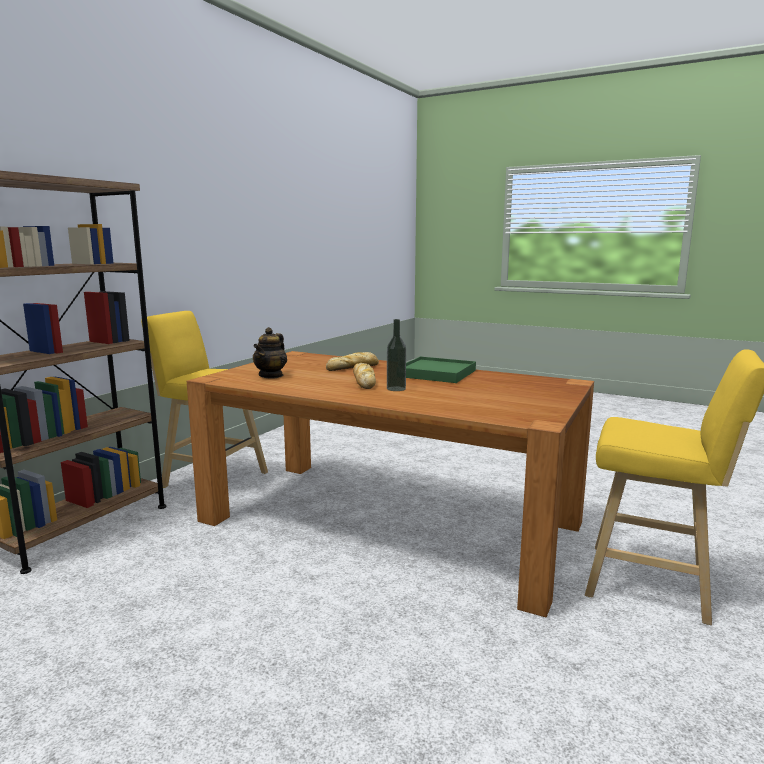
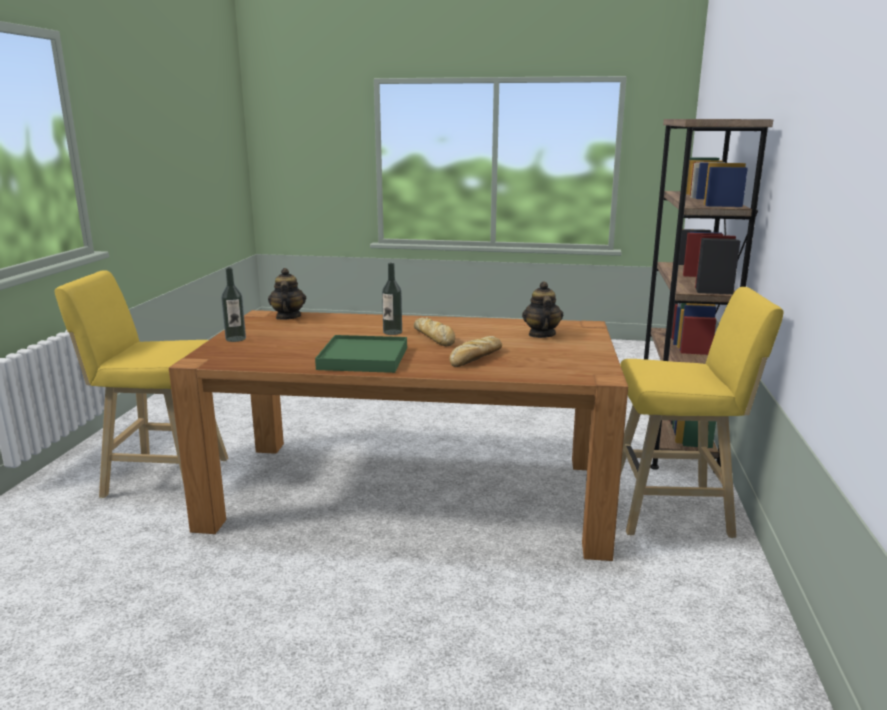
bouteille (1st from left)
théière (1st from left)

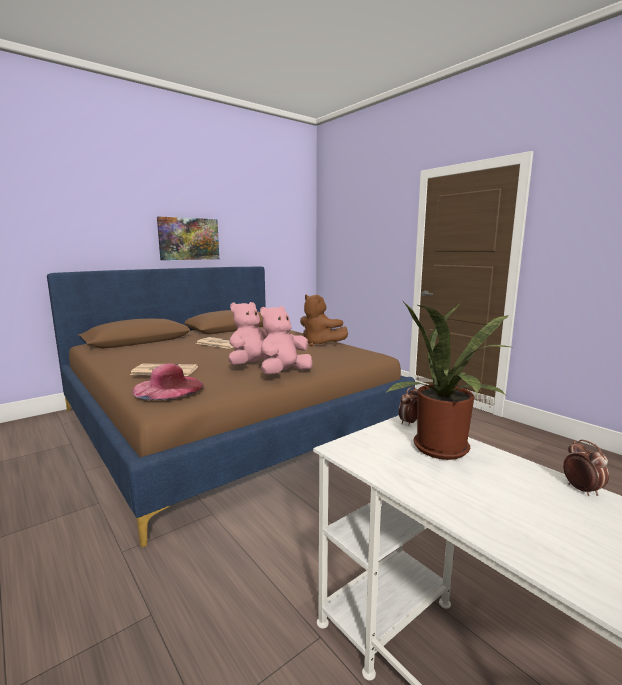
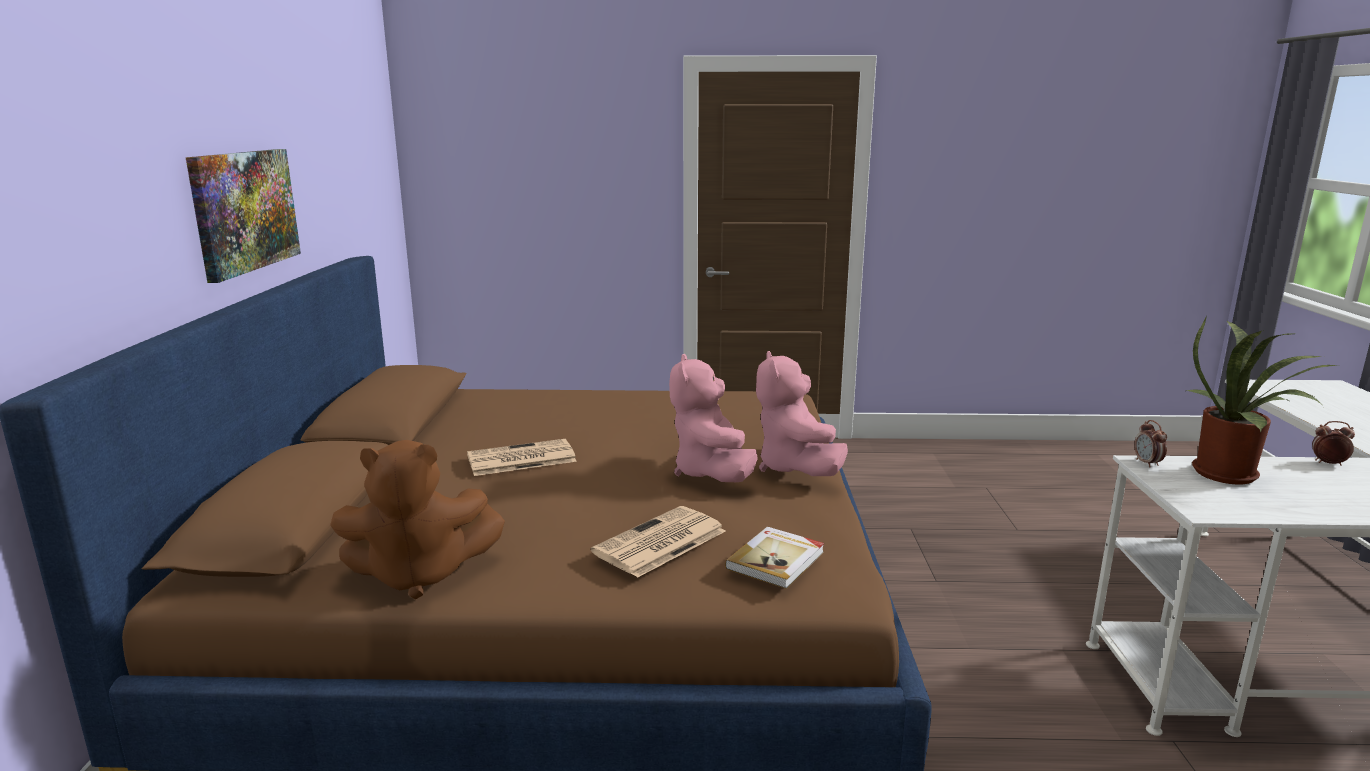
livre
peluche (marron)

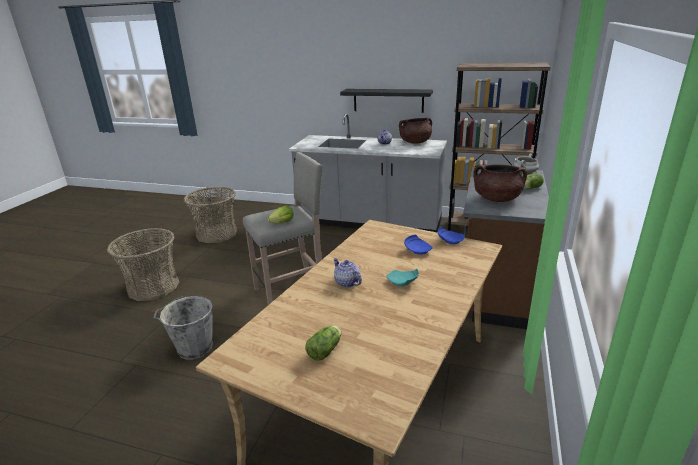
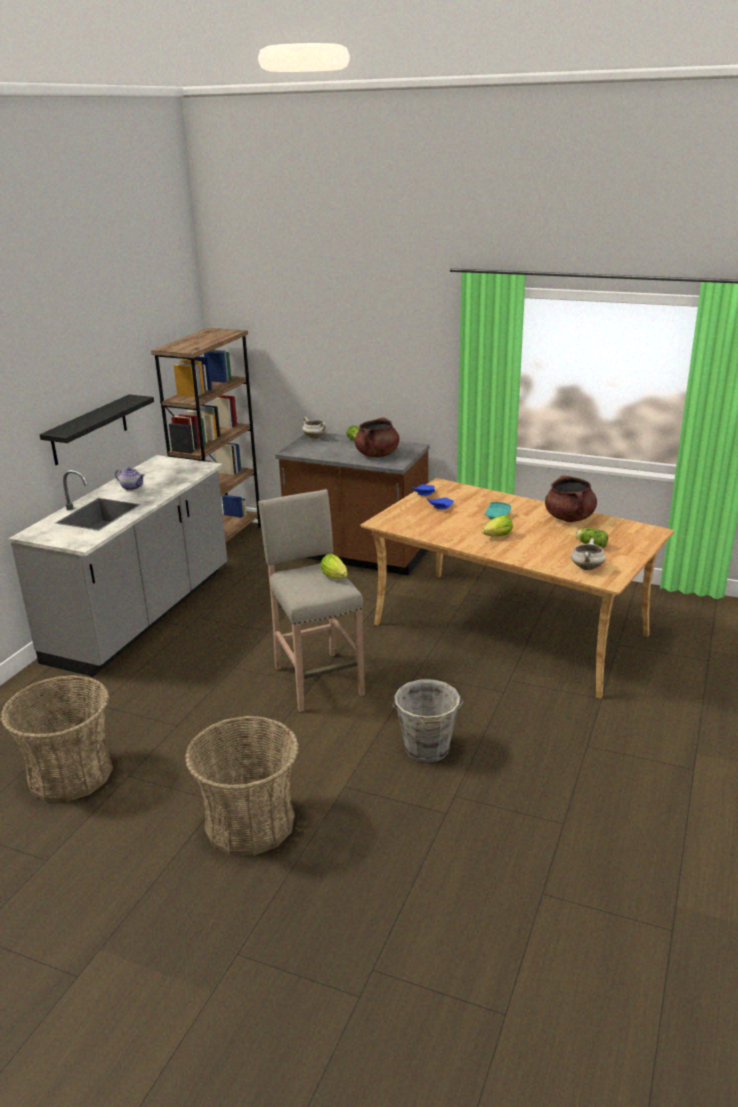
laitue (3rd from left)
marmite (marron) (2nd from left)
marmite (blanc) (2nd from left)

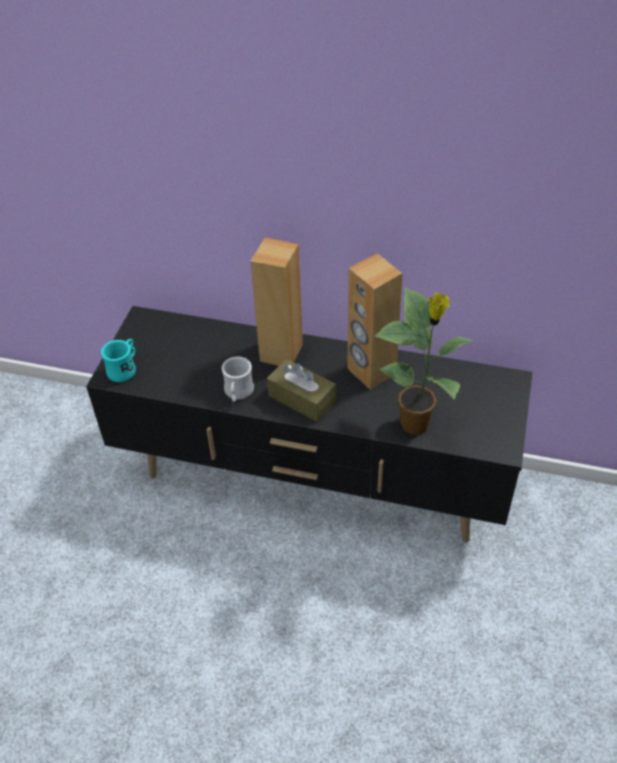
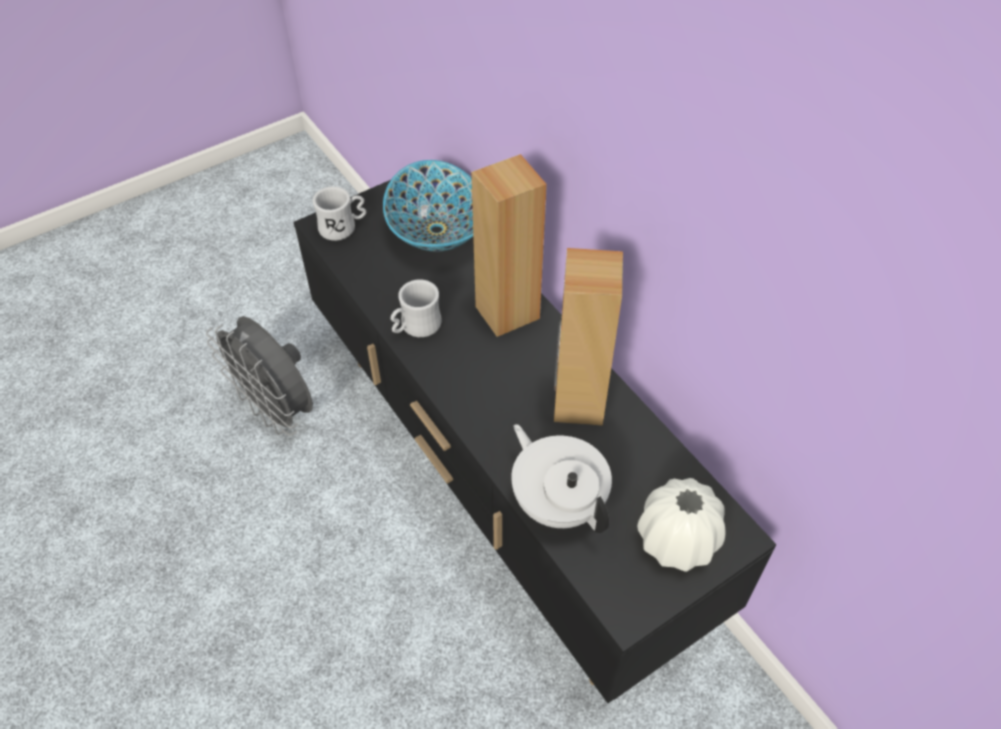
mug (blanc) (1st from left)
boîte à mouchoirs (marron)
théière (blanc)
ventilateur (gris)
bol
vase (blanc)

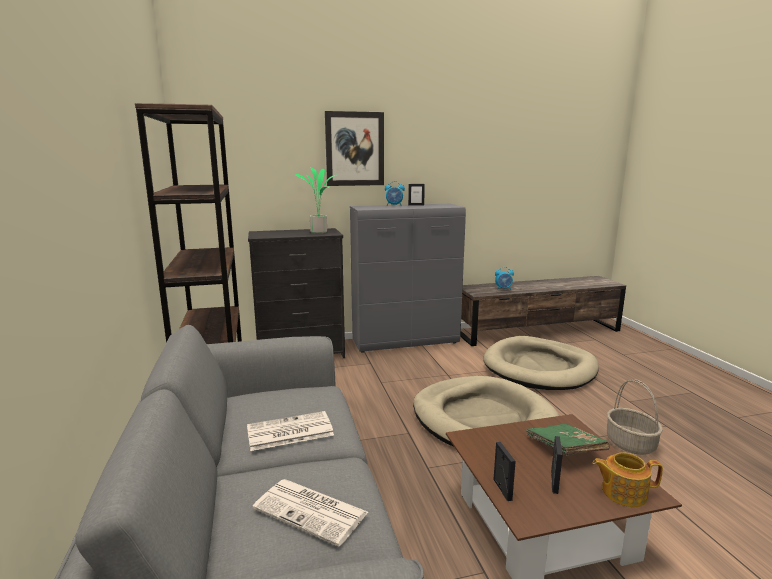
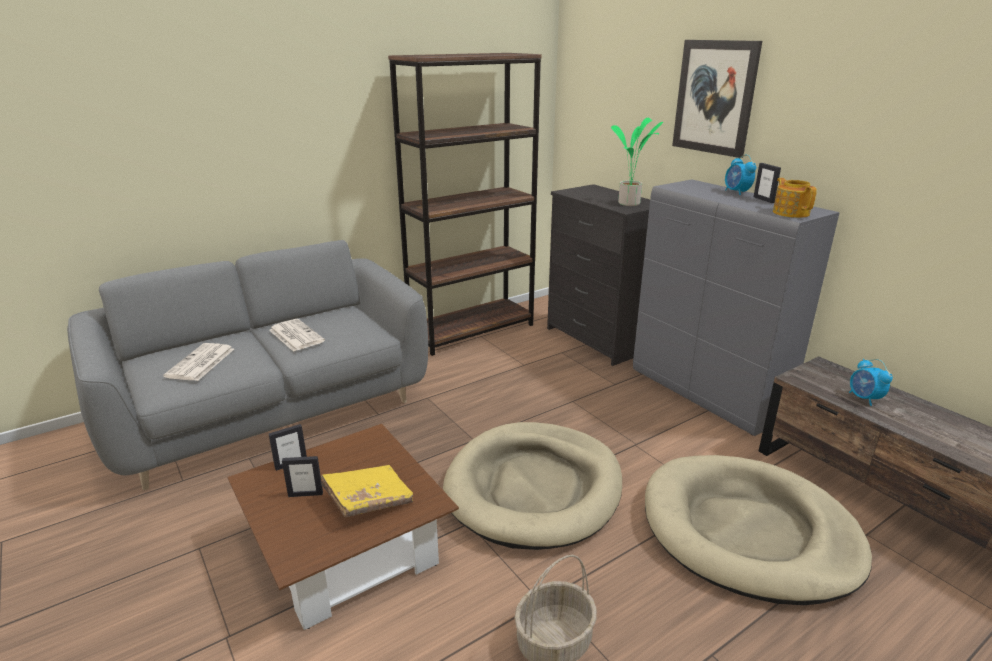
livre (jaune)
théière

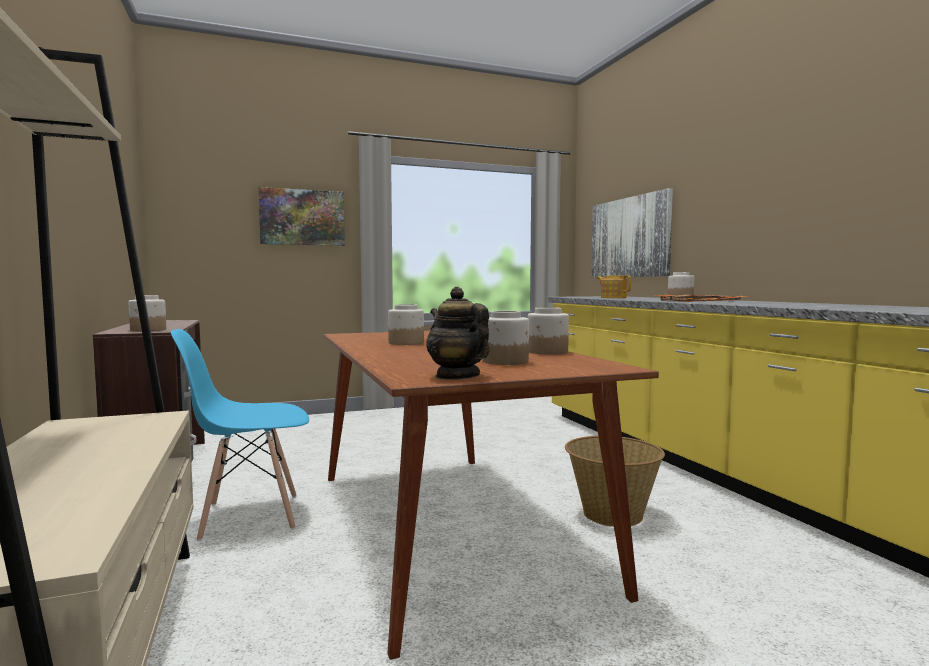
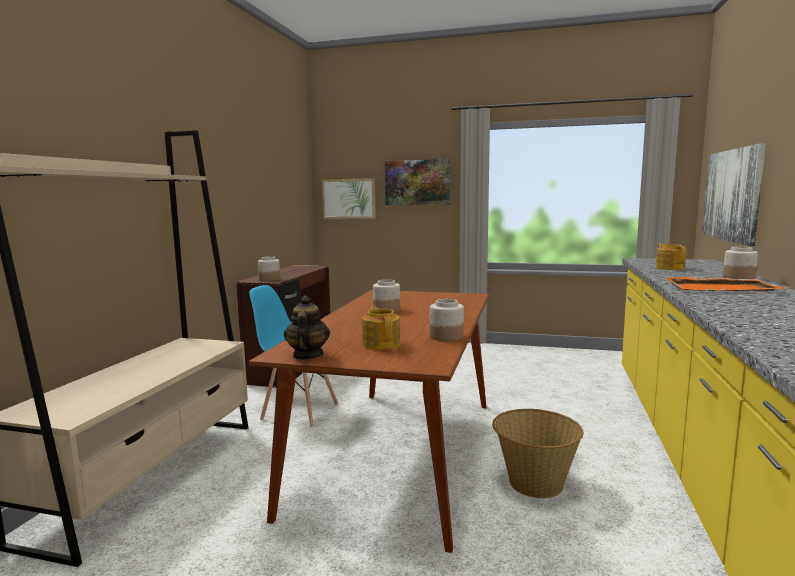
théière (2nd from left)
tableau (1st from left)

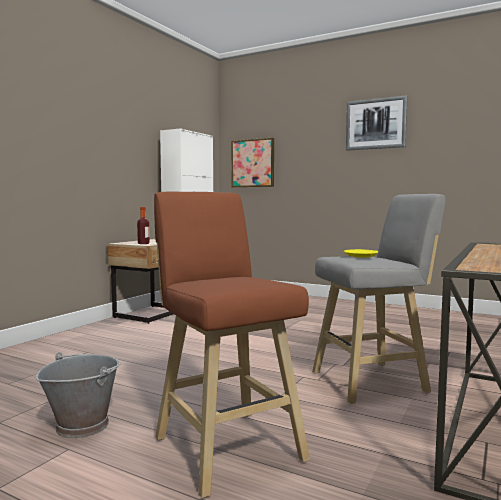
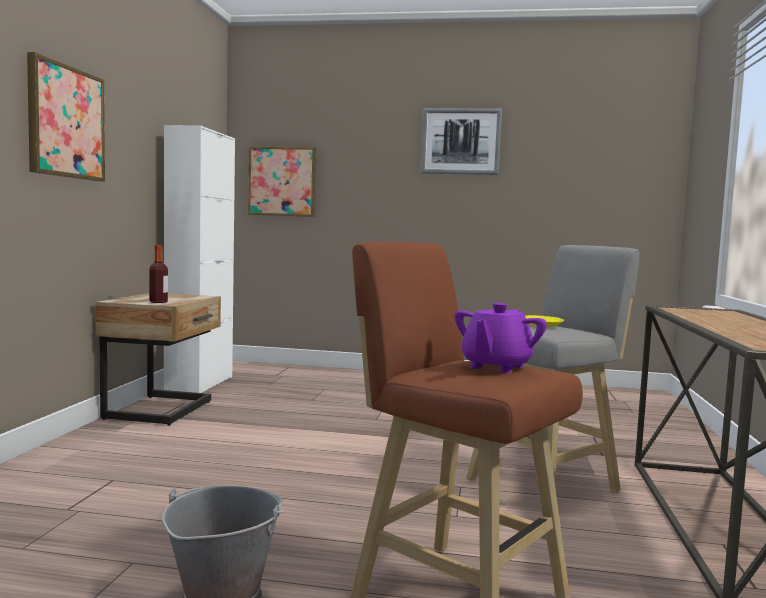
tableau (1st from left)
théière (violet)

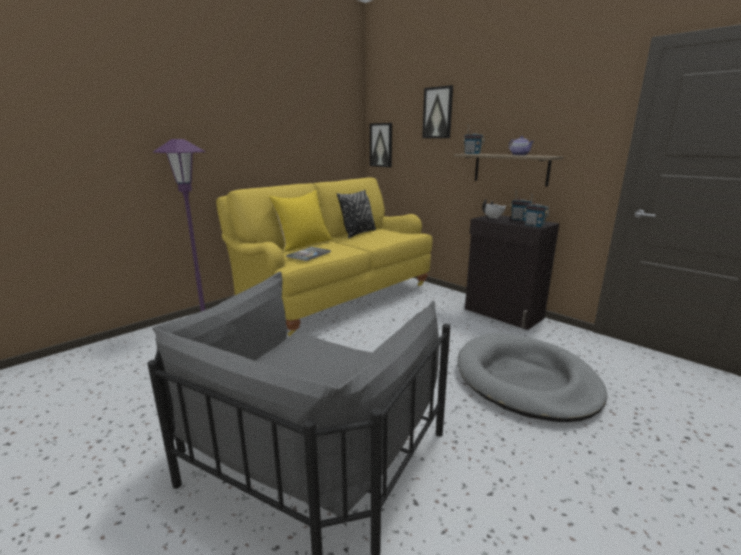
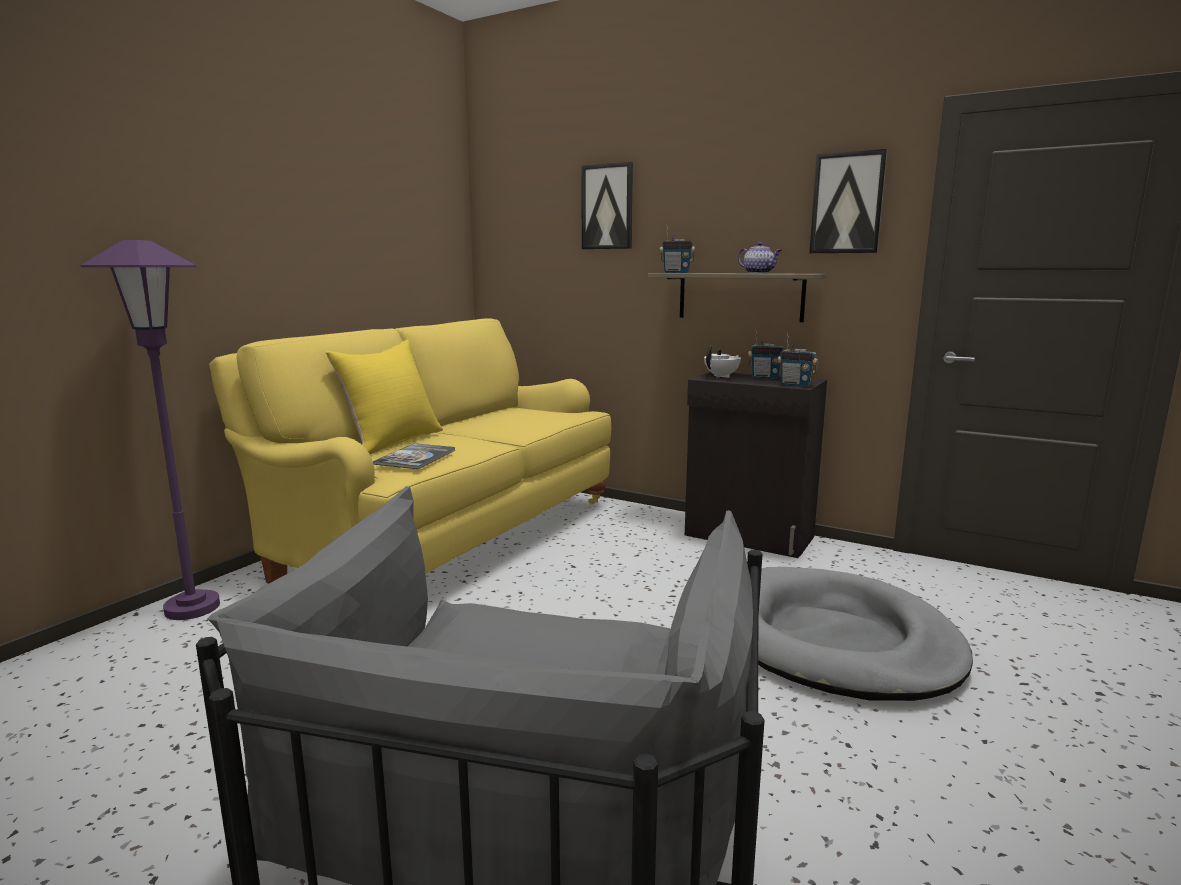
coussin (noir)
tableau (2nd from left)

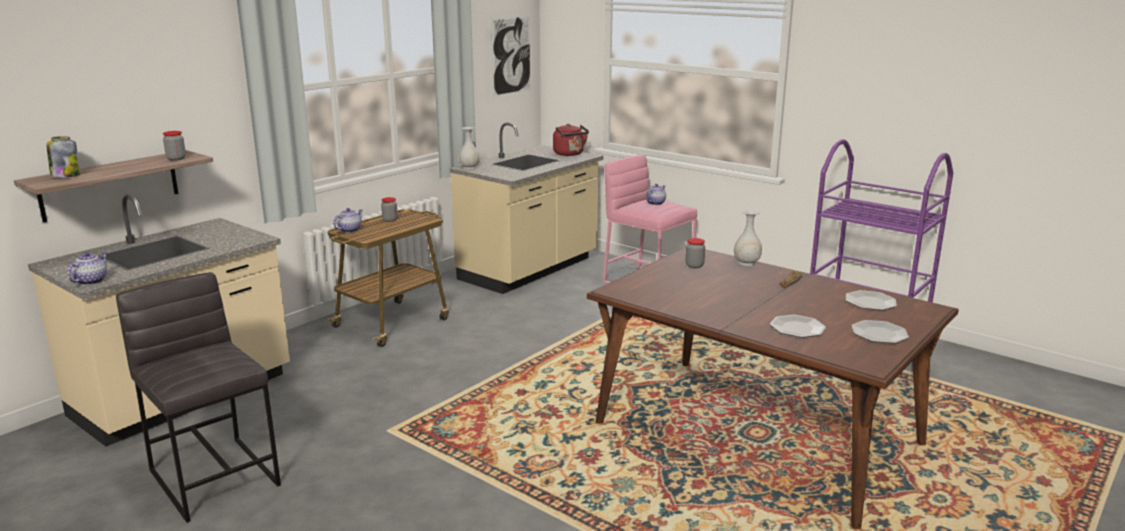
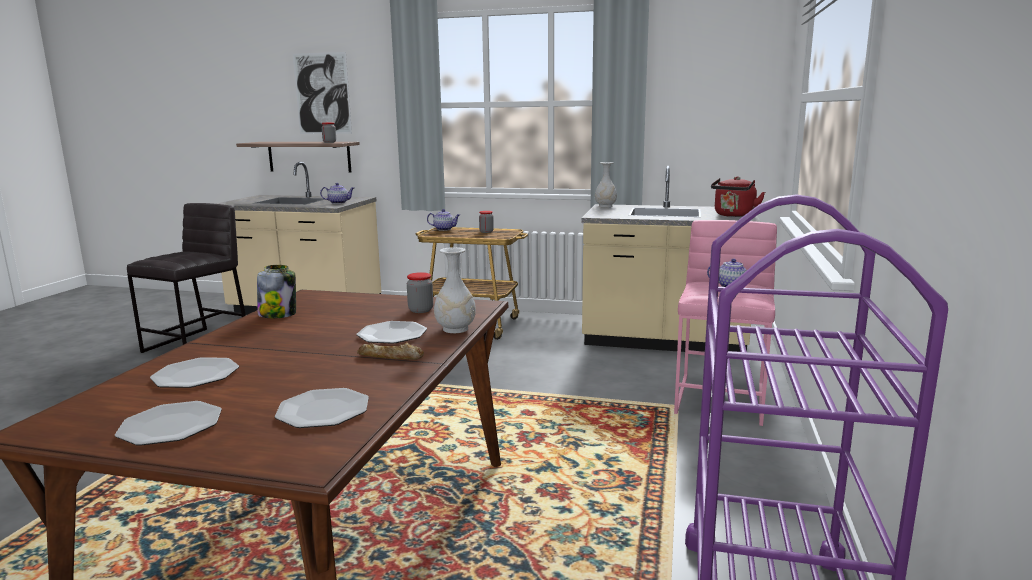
bocal (1st from left)
théière (1st from left)
tableau
assiette (4th from left)

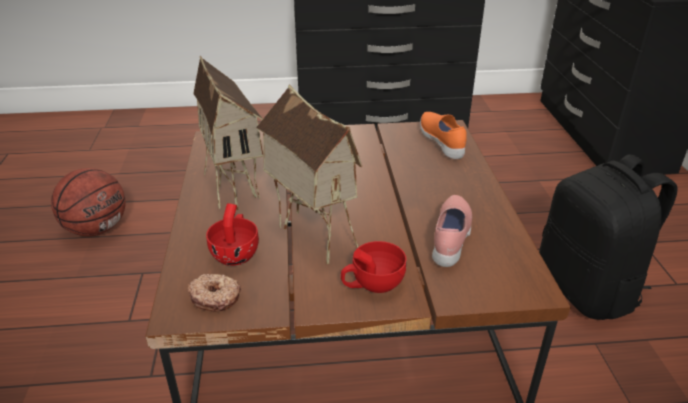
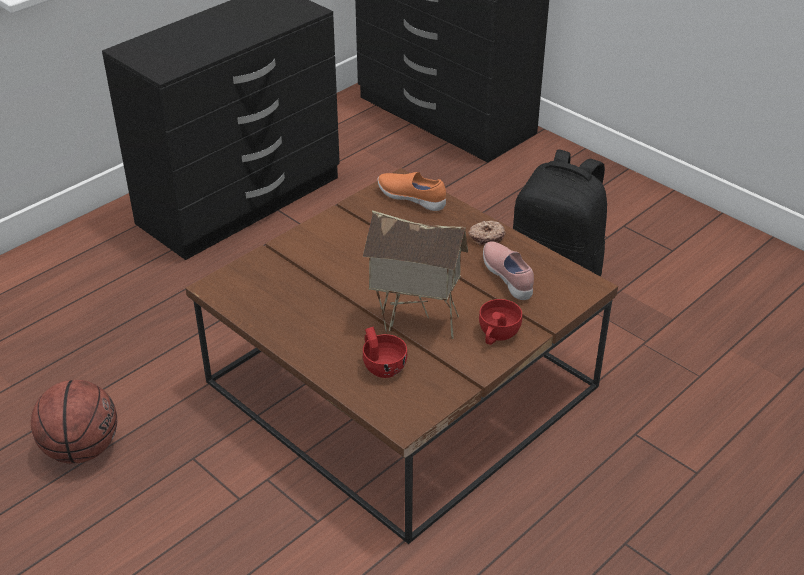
beignet
maison miniature (1st from left in the first image)

